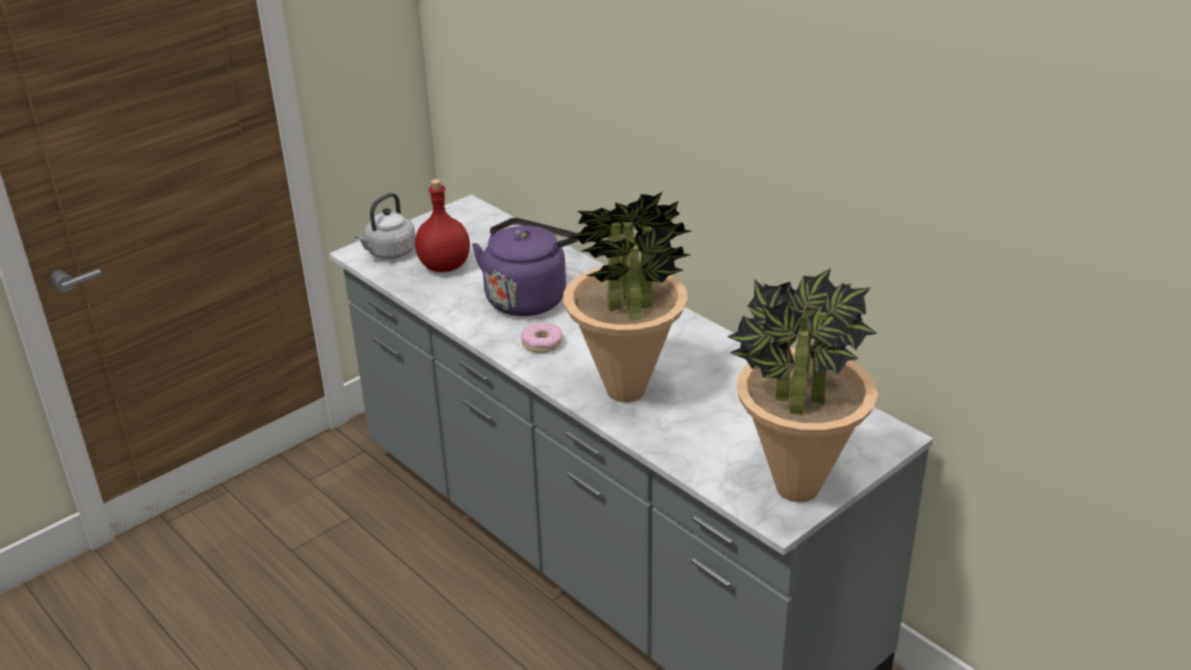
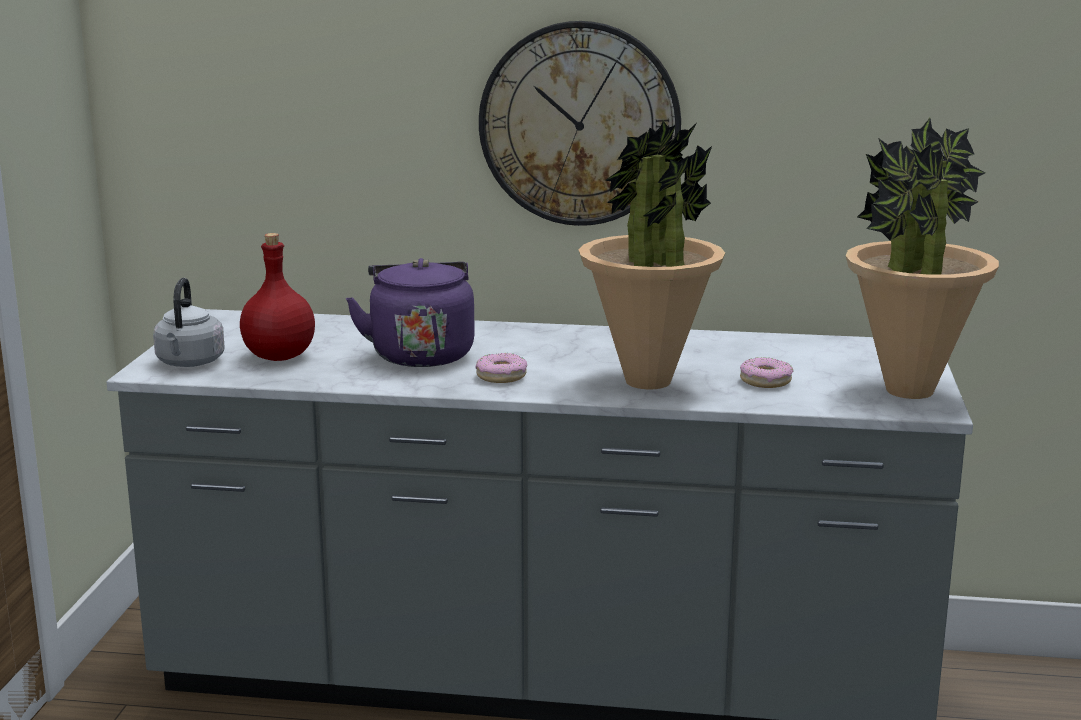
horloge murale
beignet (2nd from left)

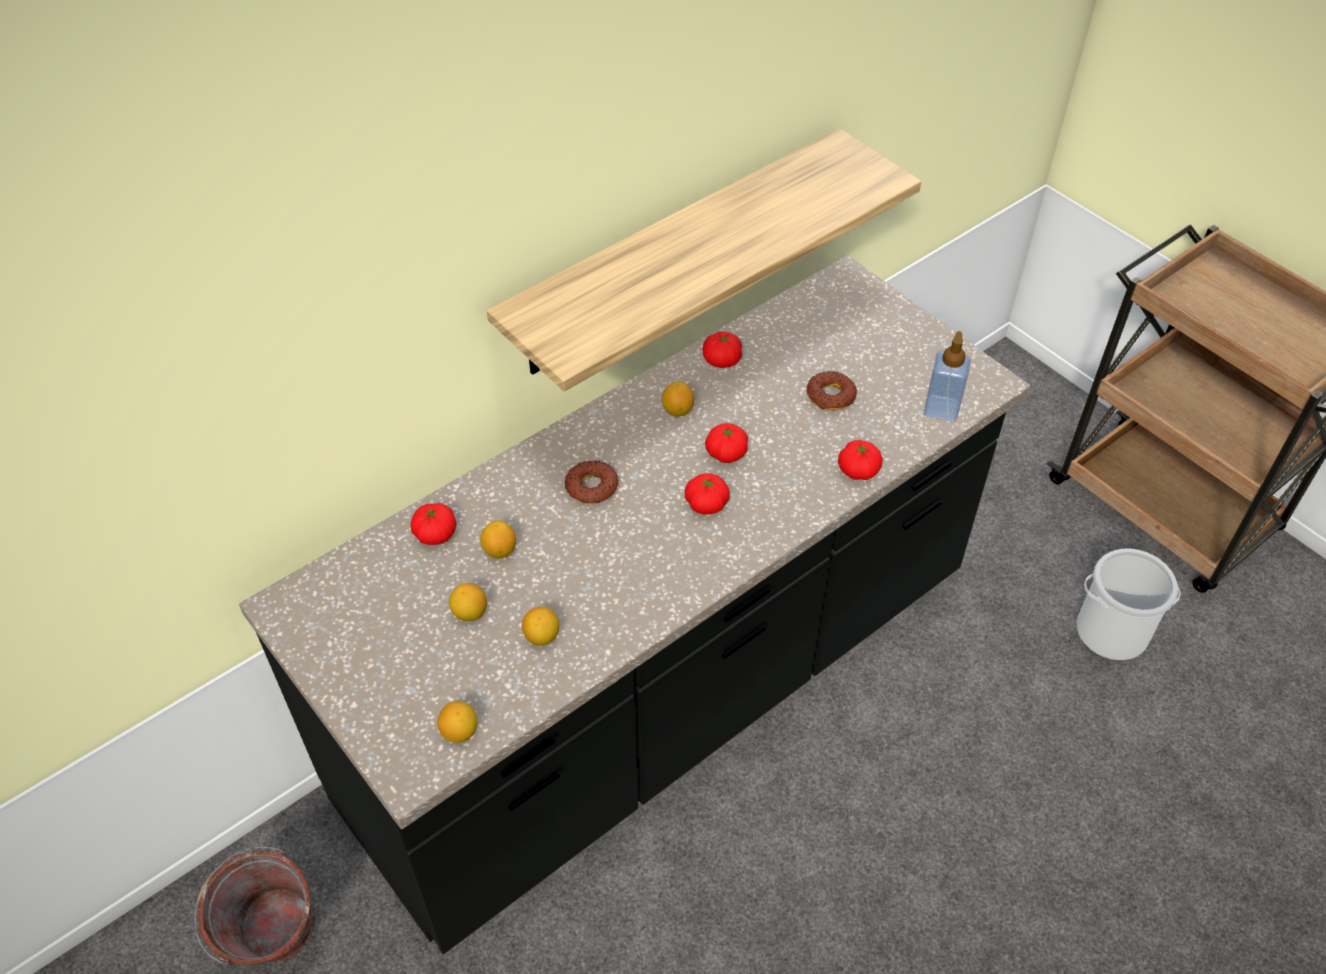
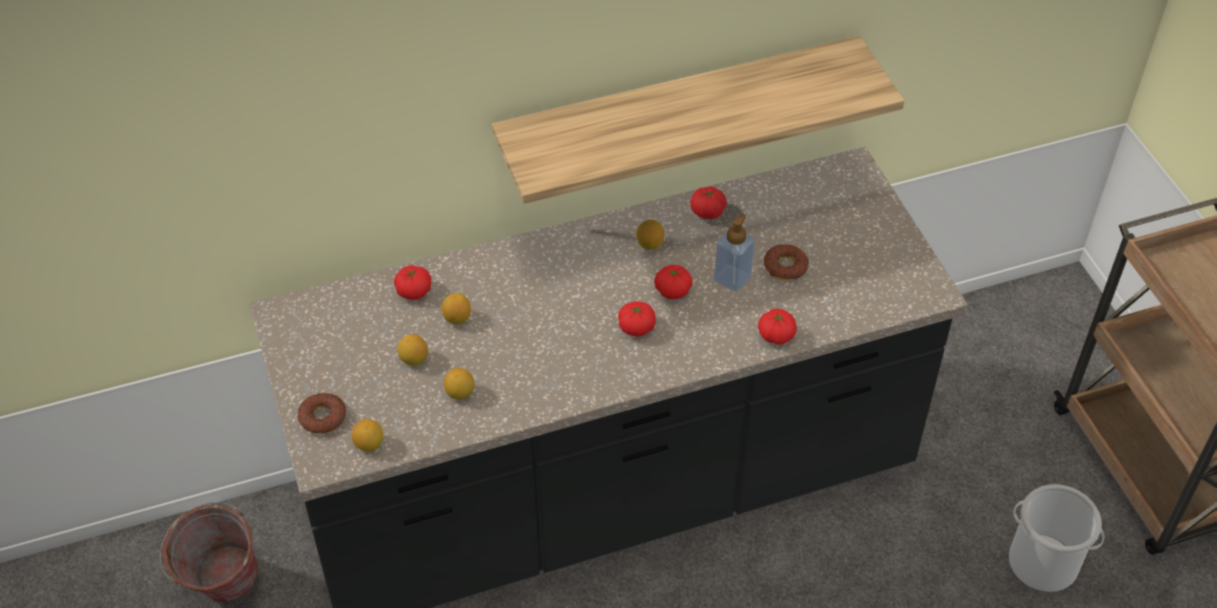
beignet (1st from left)
distributeur de savon

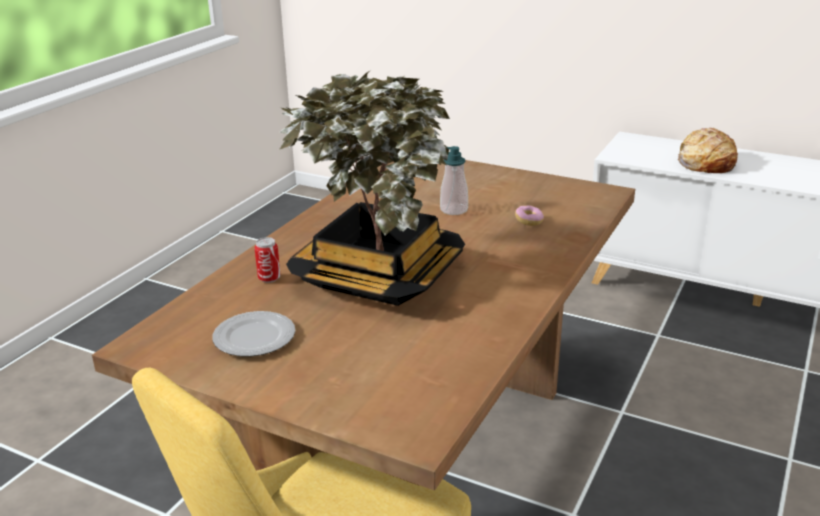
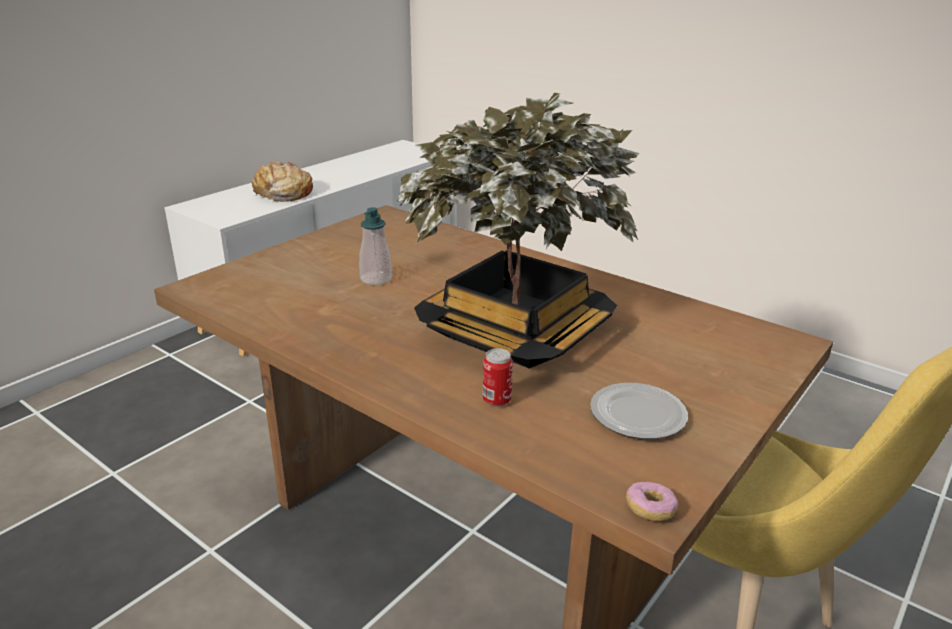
beignet

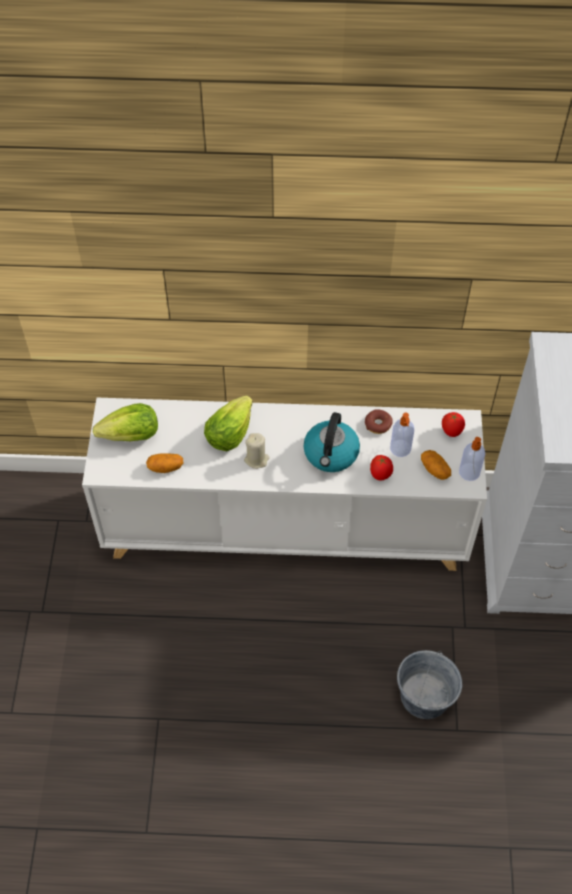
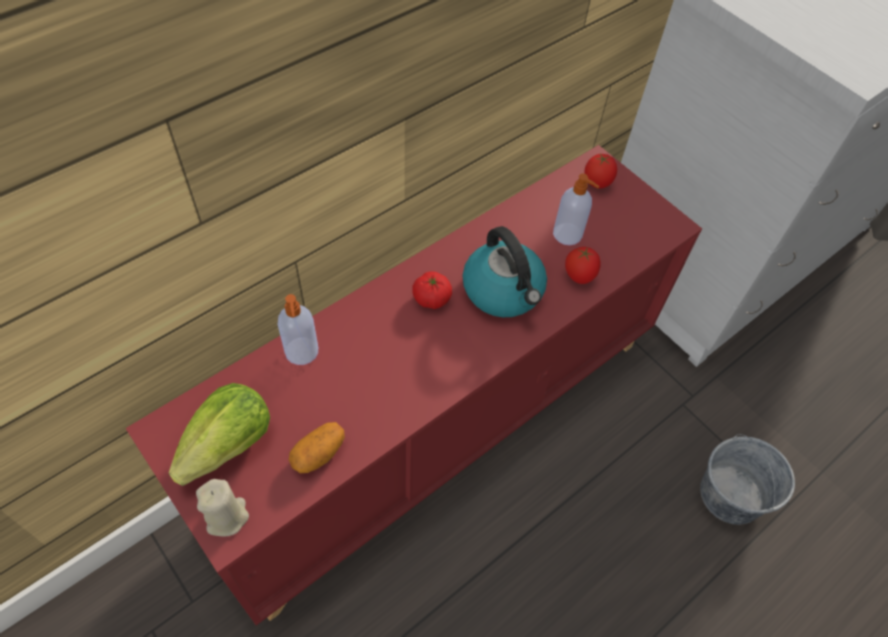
meuble de rangement (rouge)
laitue (2nd from left in the first image)
bougie (beige)
beignet
pomme de terre (2nd from left in the first image)
distributeur de savon (1st from left)
tomate (1st from left)

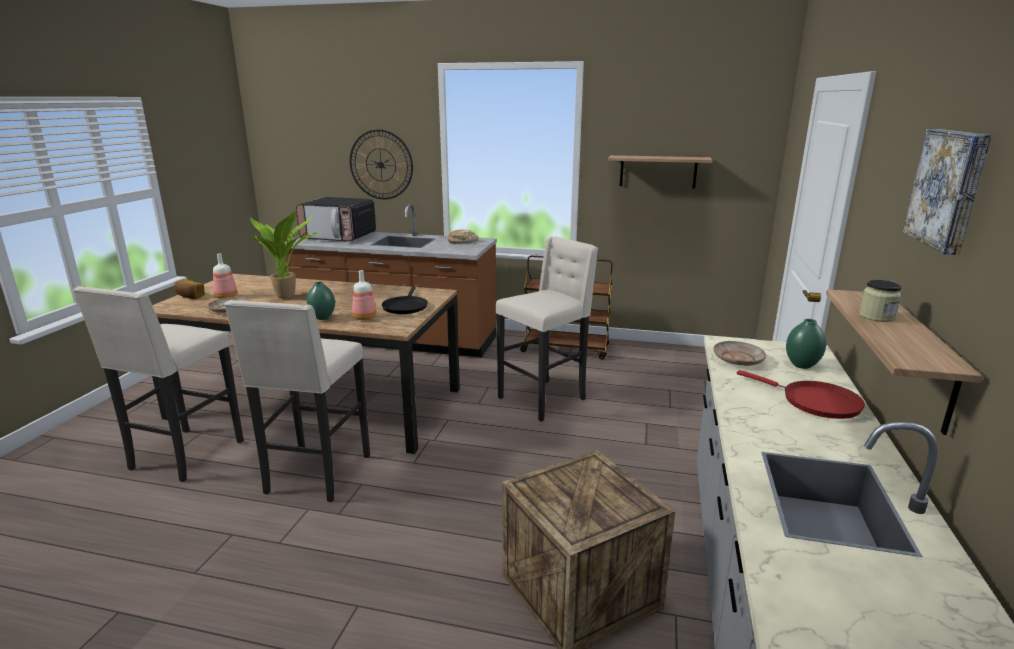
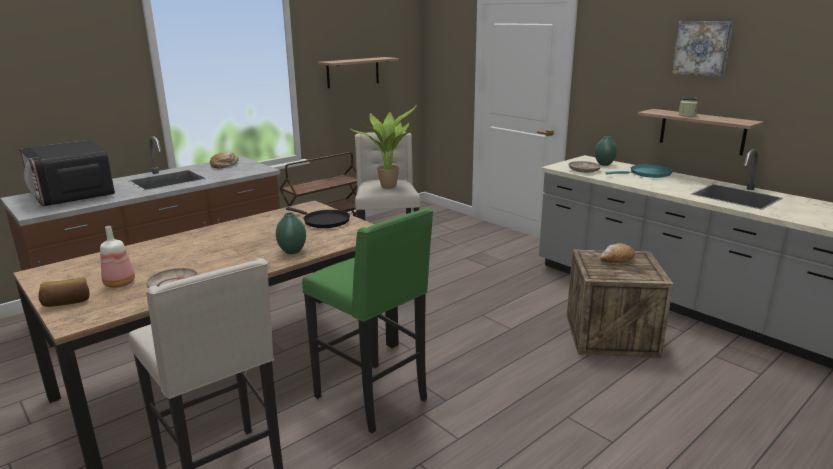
tabouret (vert)
plante en pot
micro-ondes
horloge murale
bouteille (2nd from left in the first image)
poêle (turquoise)
pain (3rd from left)

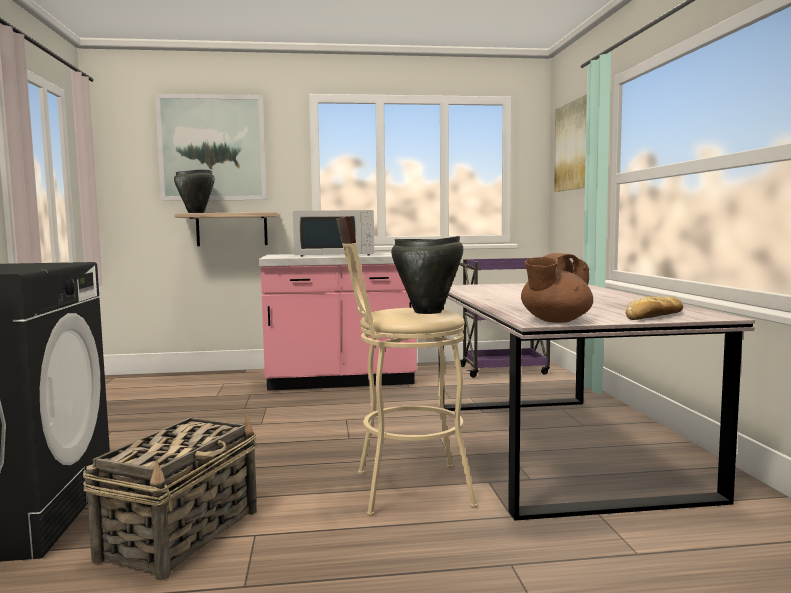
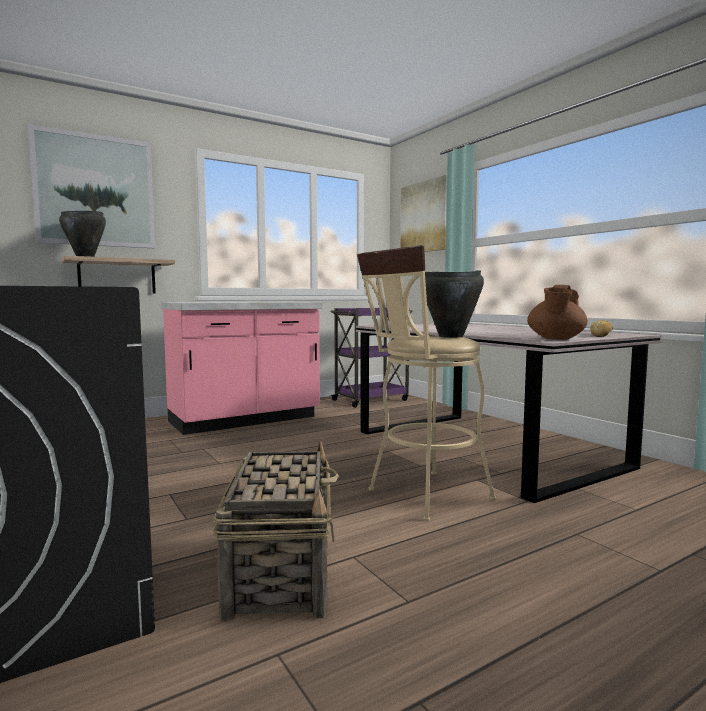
micro-ondes (blanc)

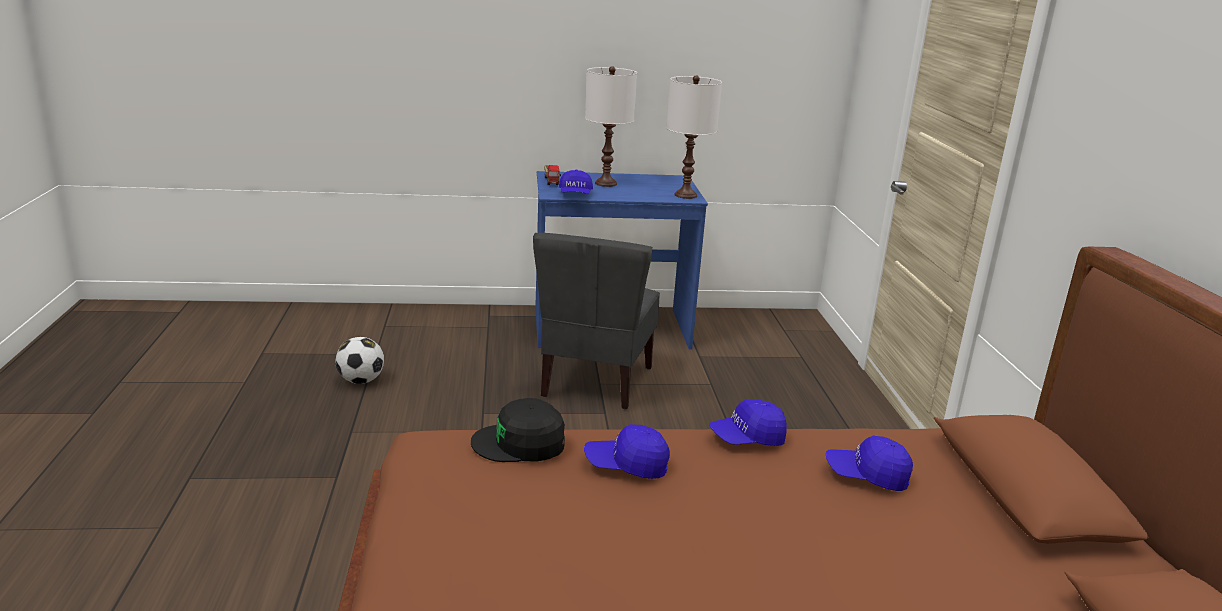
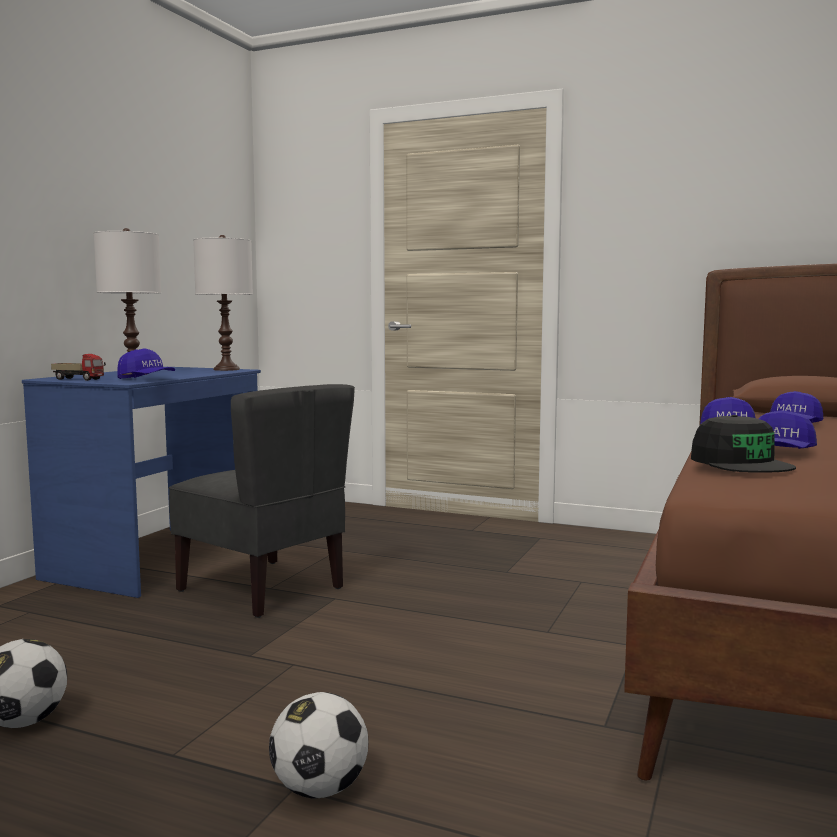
casquette (noir)
ballon de foot (2nd from left)

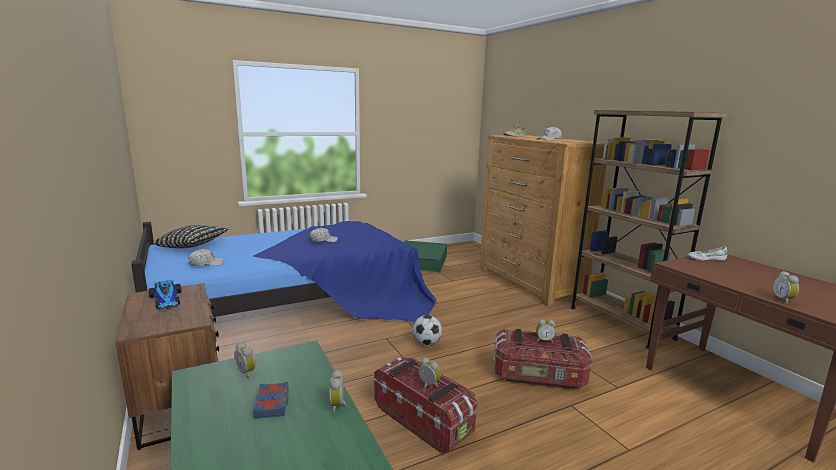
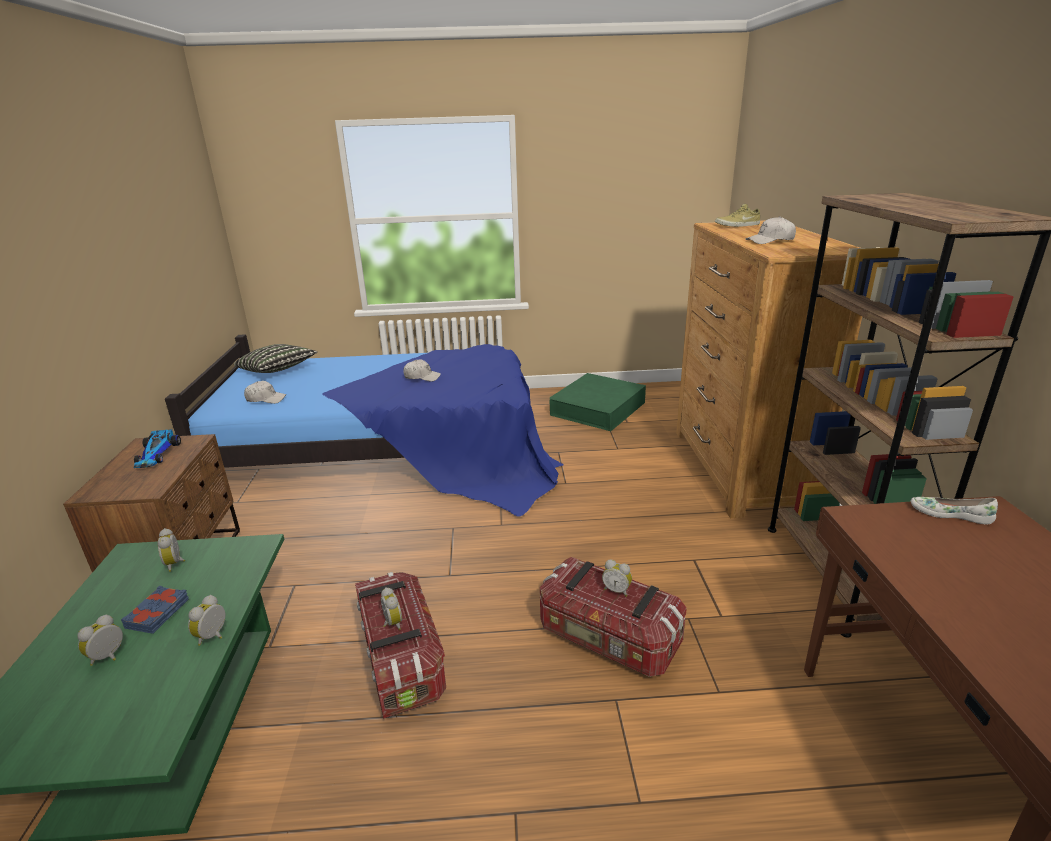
ballon de foot
réveil (1st from left)

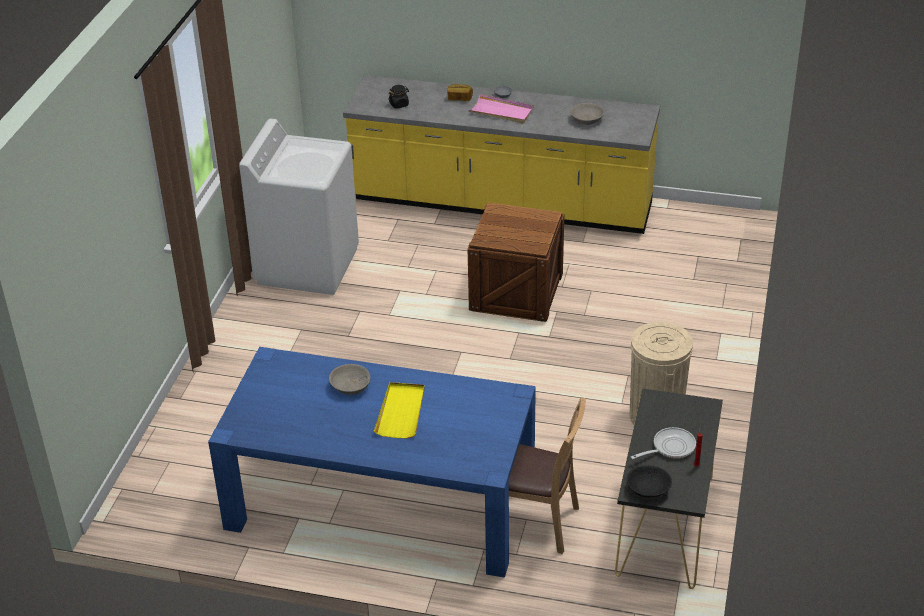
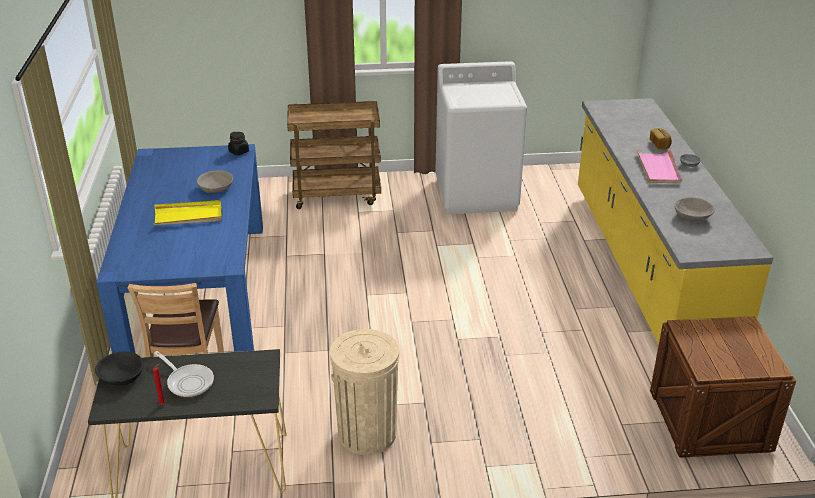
bocal (noir)
caisse
chariot (marron)

